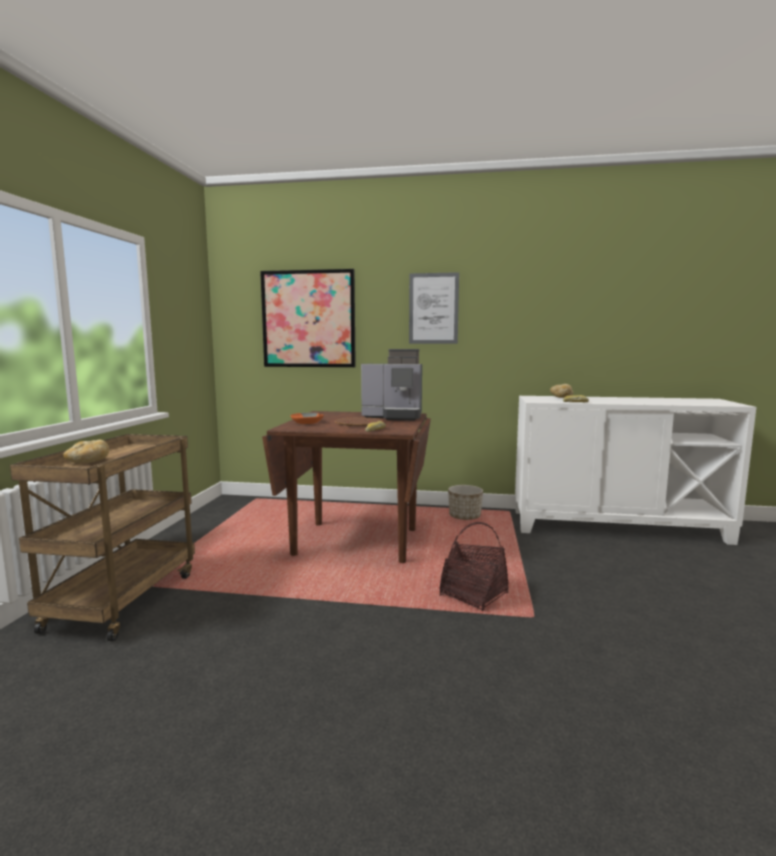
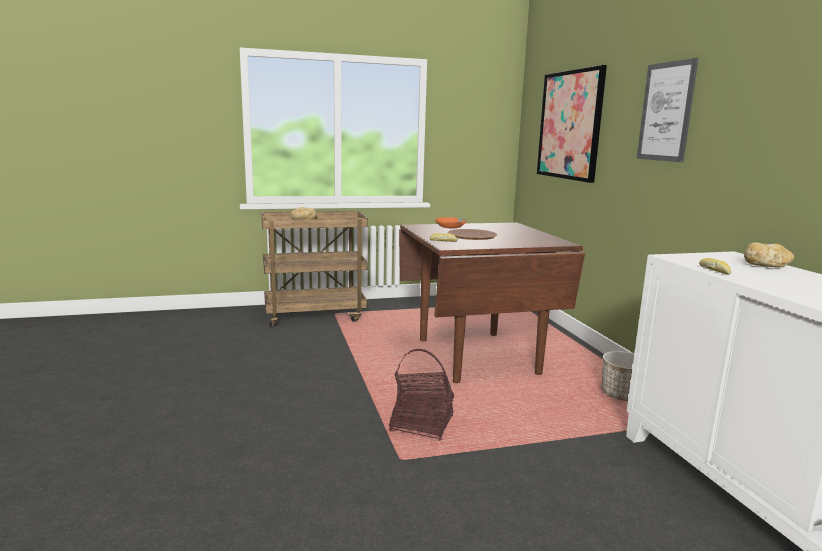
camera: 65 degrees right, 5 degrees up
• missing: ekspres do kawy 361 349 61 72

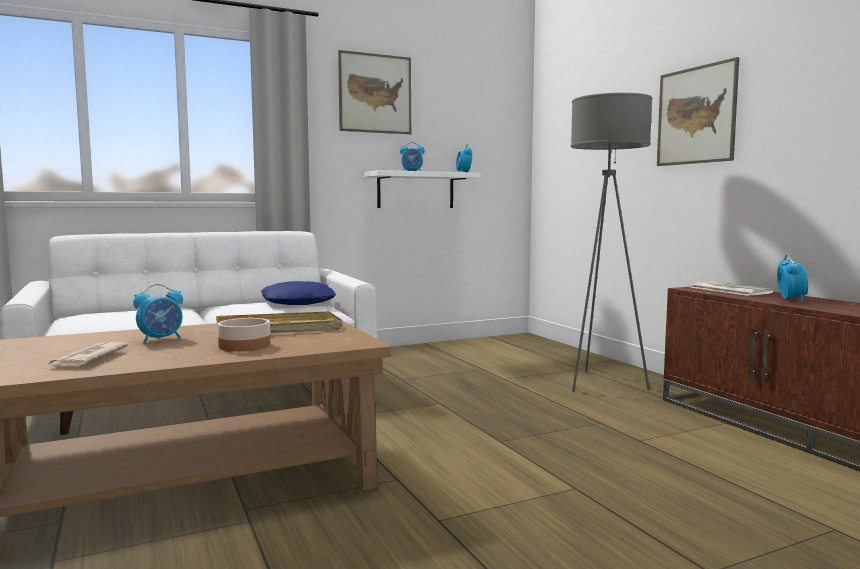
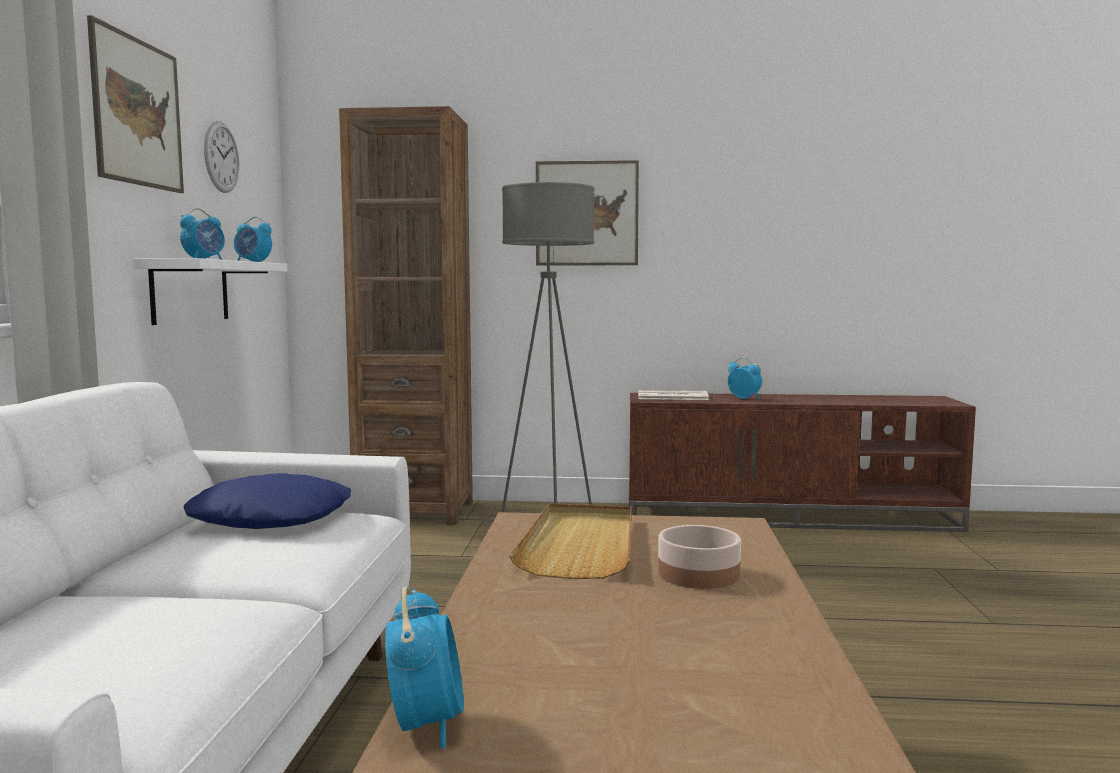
camera: 60 degrees left, 0 degrees up
• appeared: zegar ścienny 204 121 35 72
• appeared: regał/brązowy 339 106 134 419
• relocated: budzik 133 284 50 59 to 385 586 79 163
• missing: gazeta 46 342 82 27

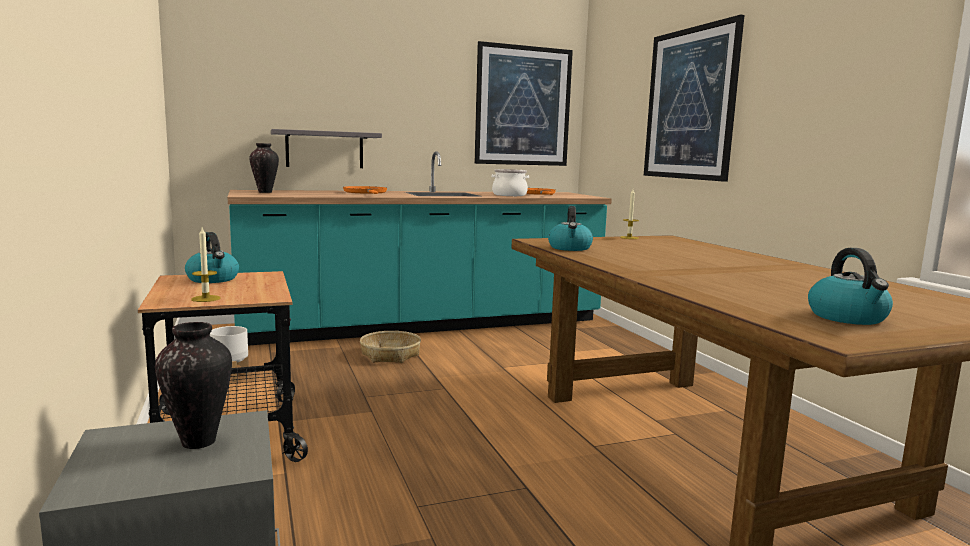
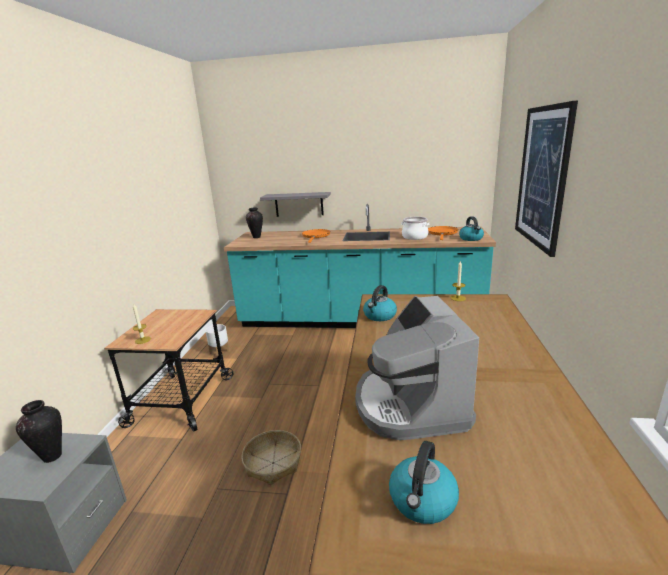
camera: 30 degrees right, 10 degrees up
• relocated: koszyk 360 331 61 32 to 241 430 60 55
• appeared: ekspres do kawy 355 296 124 144
• relocated: czajnik 185 232 54 51 to 459 216 25 25
• missing: obraz 475 41 98 125

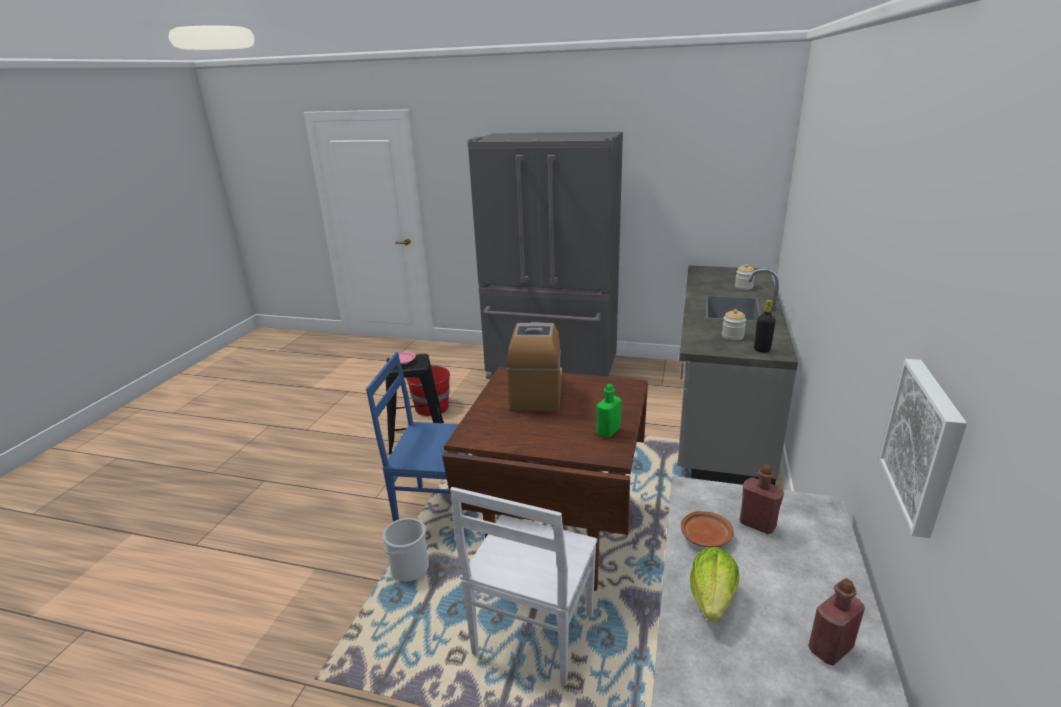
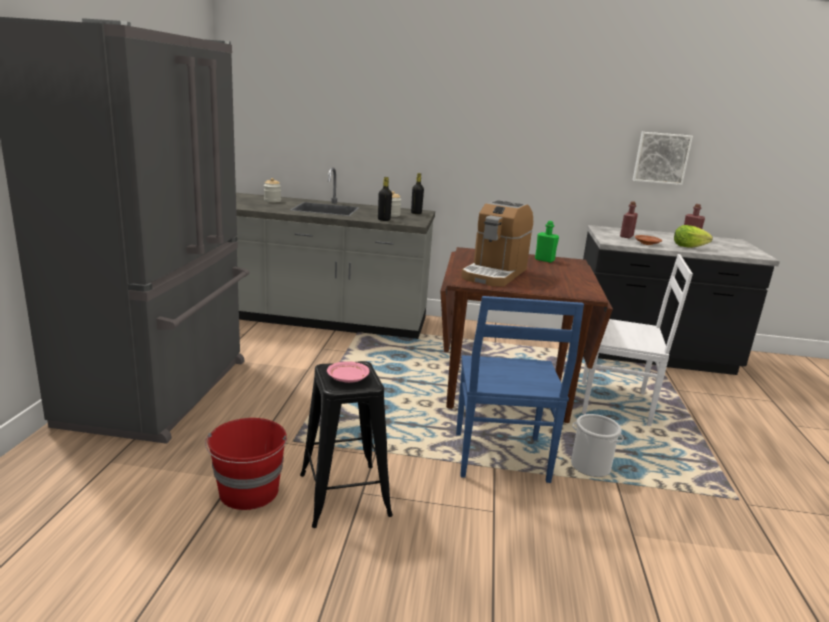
camera: 100 degrees left, 5 degrees down
• appeared: butelka/czarny 378 177 14 44
• spun: ekspres do kawy 507 322 55 89 = 461 200 72 86 60 degrees counterclockwise

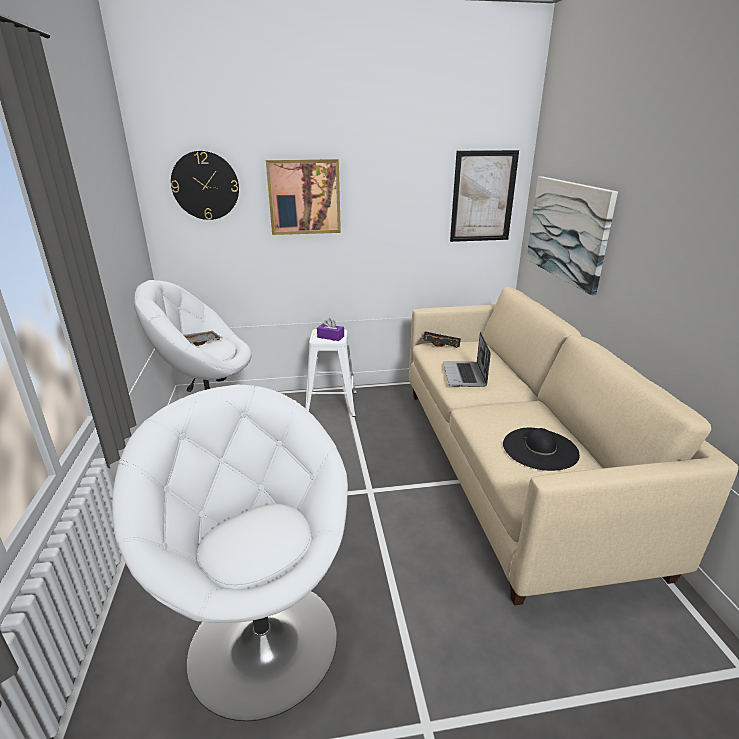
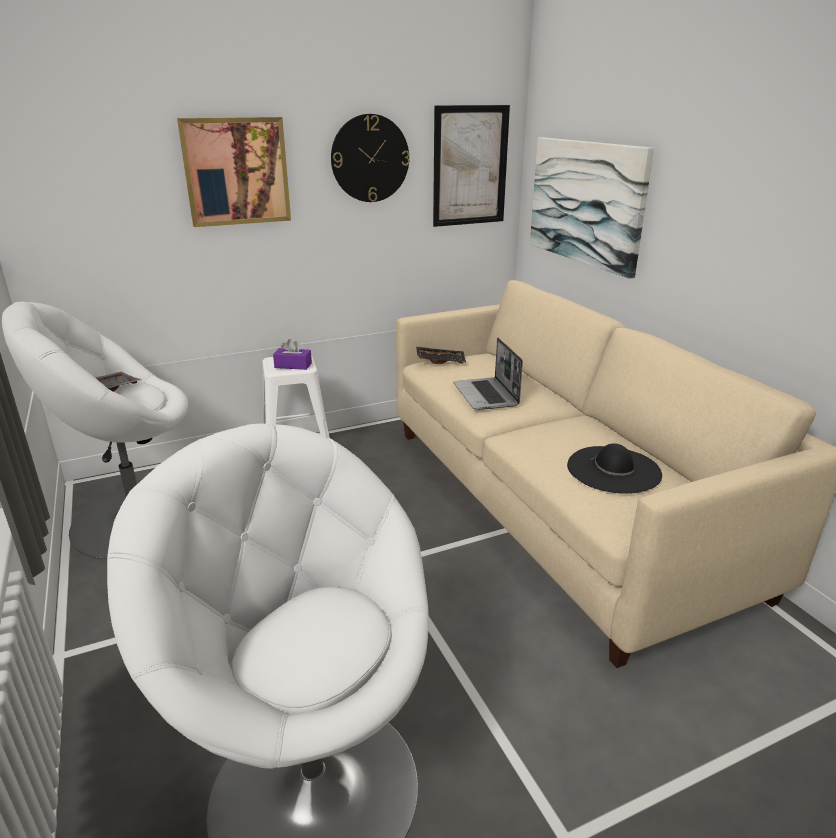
camera: 15 degrees left, 0 degrees up
• relocated: zegar ścienny 171 151 68 69 to 331 114 79 88

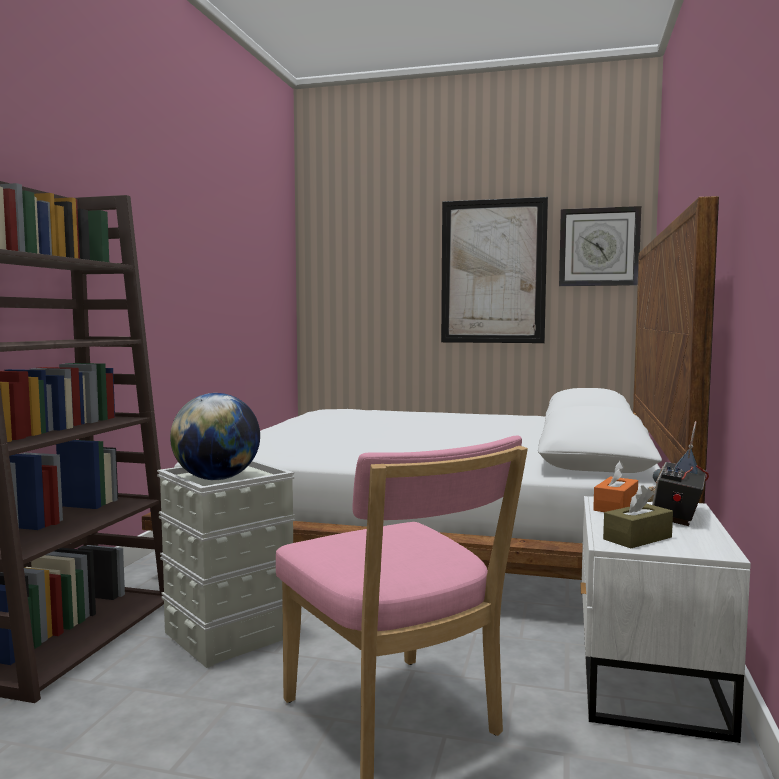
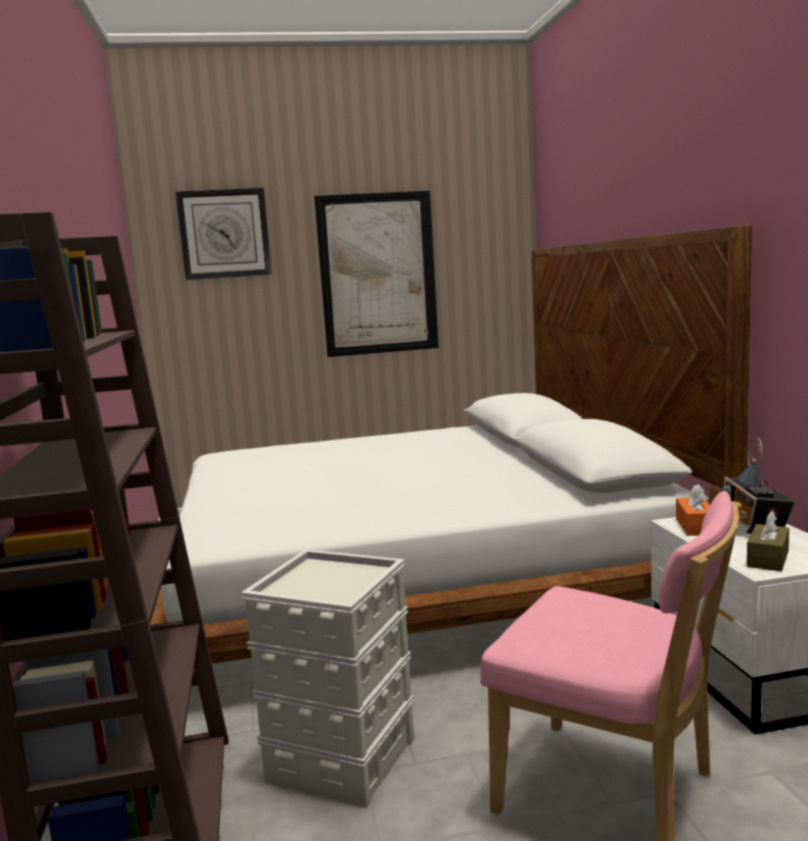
camera: 25 degrees left, 5 degrees up
• relocated: zegar ścienny 559 206 82 80 to 176 188 96 92
• missing: globus 170 393 90 87

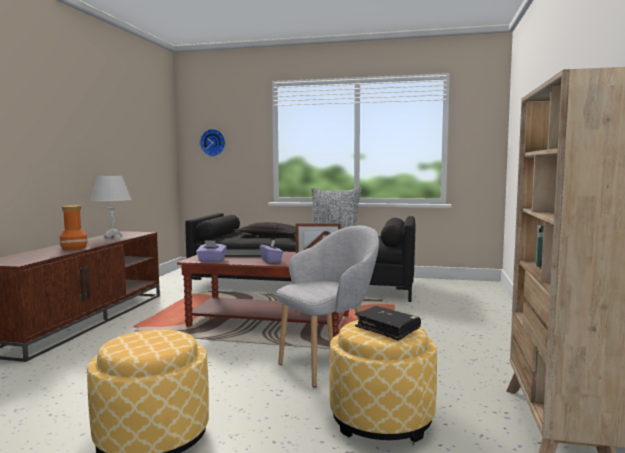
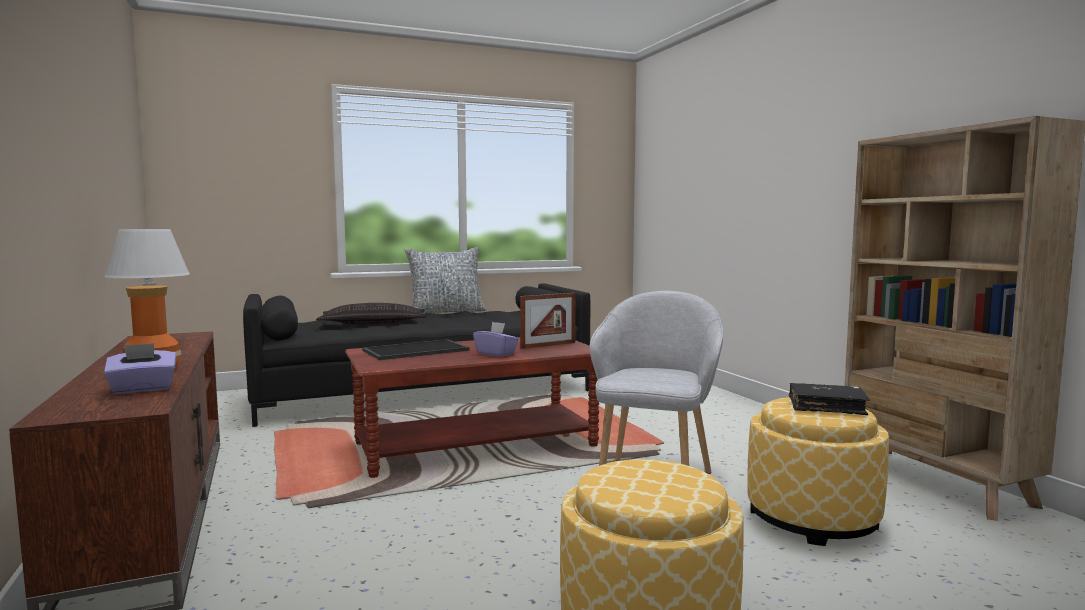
camera: 35 degrees left, 0 degrees up
• relocated: pudełko chusteczek/fioletowy 196 240 31 22 to 104 343 73 51
• missing: zegar ścienny 200 129 25 28

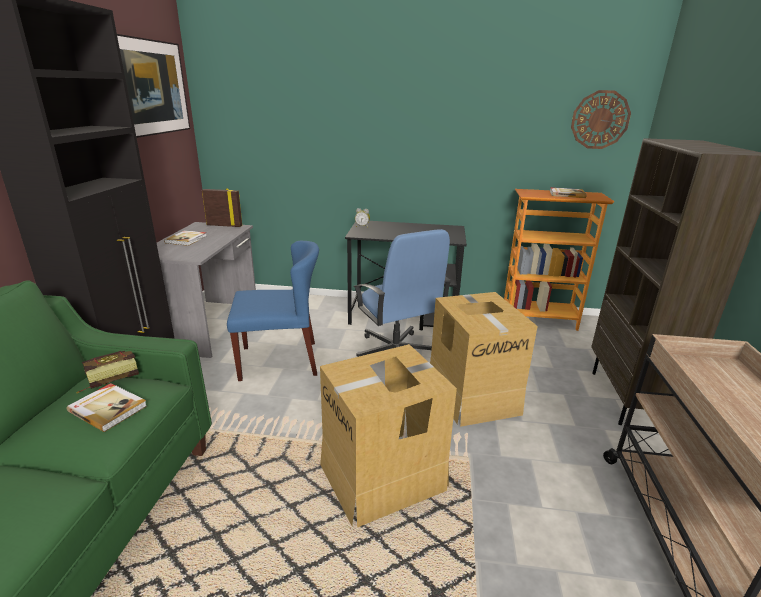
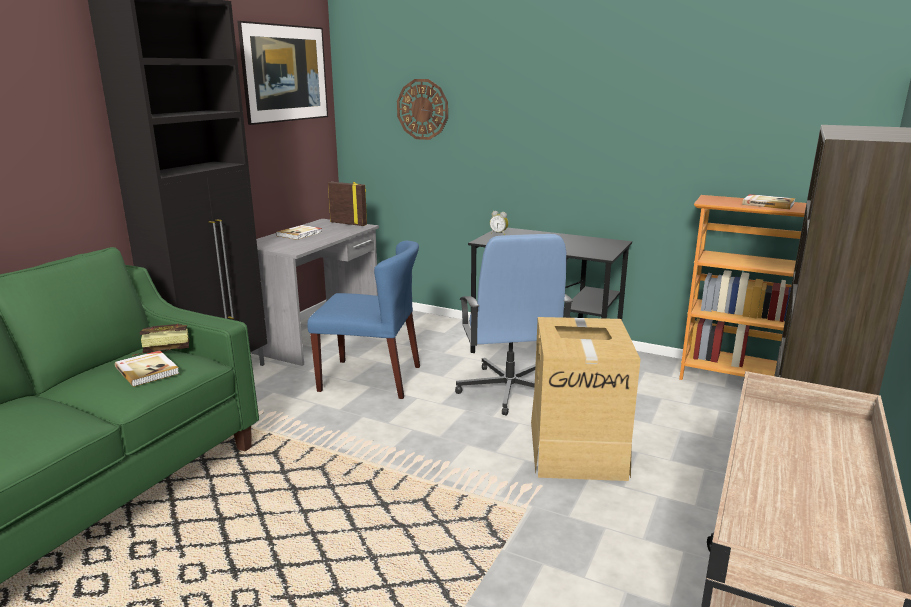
camera: 20 degrees right, 5 degrees down
• relocated: zegar ścienny 571 90 60 59 to 397 79 51 61
• missing: karton 320 344 137 184

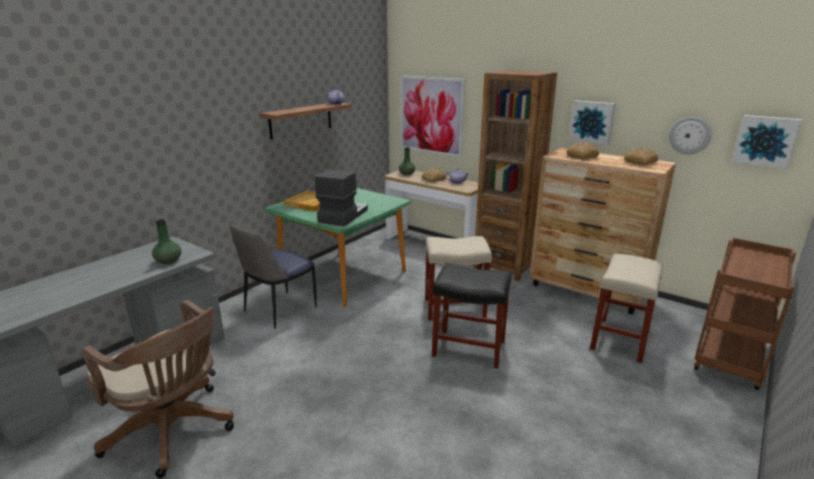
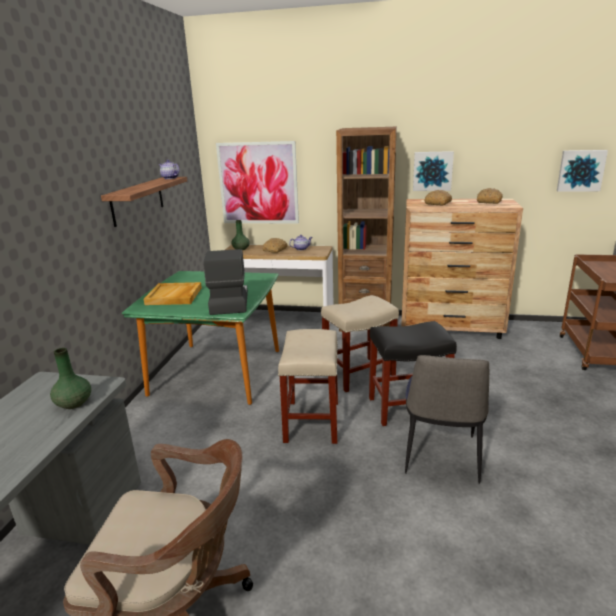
camera: 25 degrees left, 0 degrees up
• relocated: stołek/beżowy 590 254 73 109 to 278 329 60 115
• relocated: krzesło 230 223 87 106 to 405 355 84 129
• missing: zegar ścienny 669 117 43 37

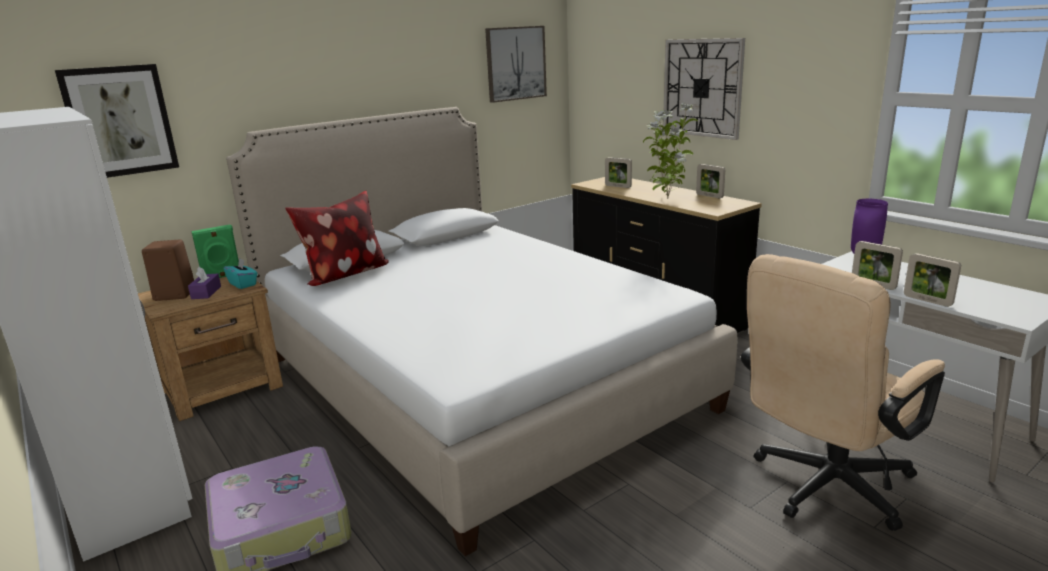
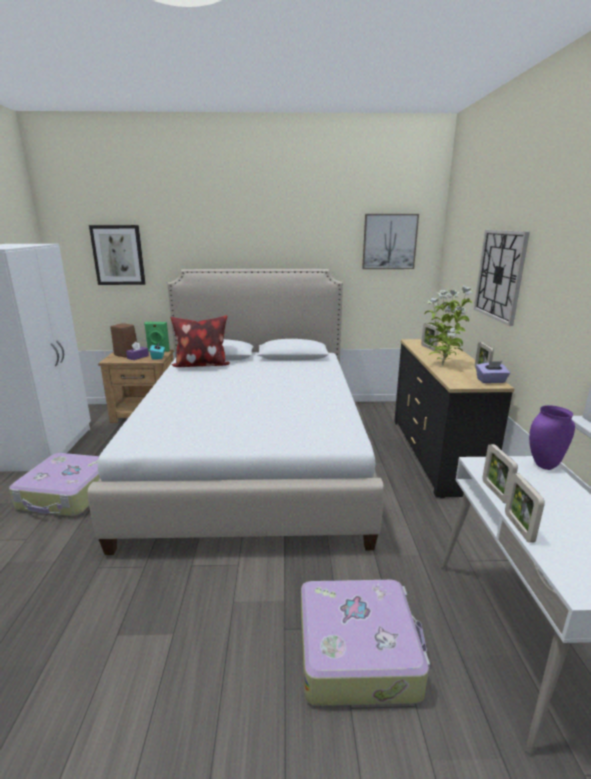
camera: 35 degrees right, 0 degrees up
• exchanged: krzesło biurowe/beżowy 741 254 204 277 to walizka 301 580 129 126
• appeared: pudełko chusteczek/fioletowy 476 361 34 22

